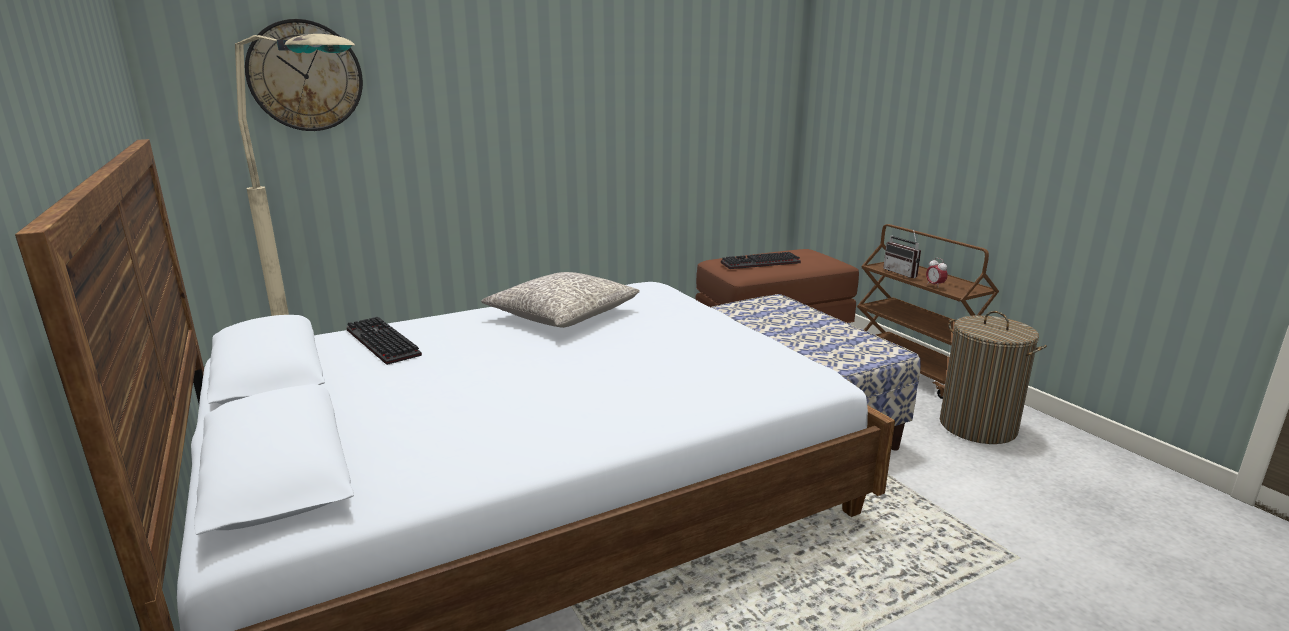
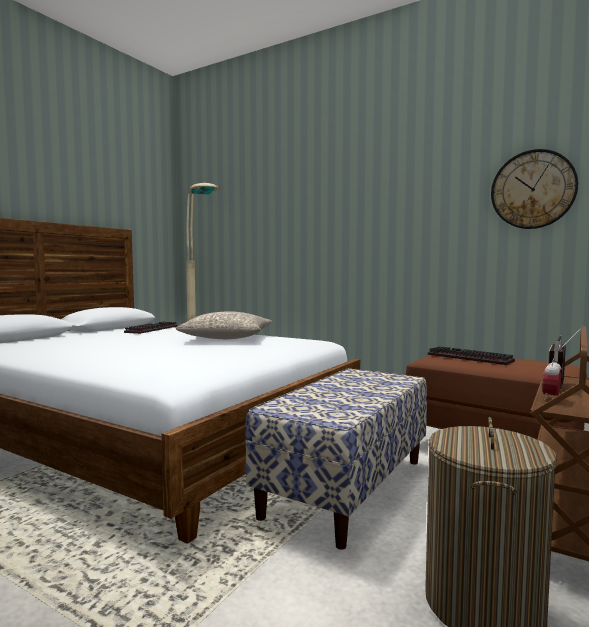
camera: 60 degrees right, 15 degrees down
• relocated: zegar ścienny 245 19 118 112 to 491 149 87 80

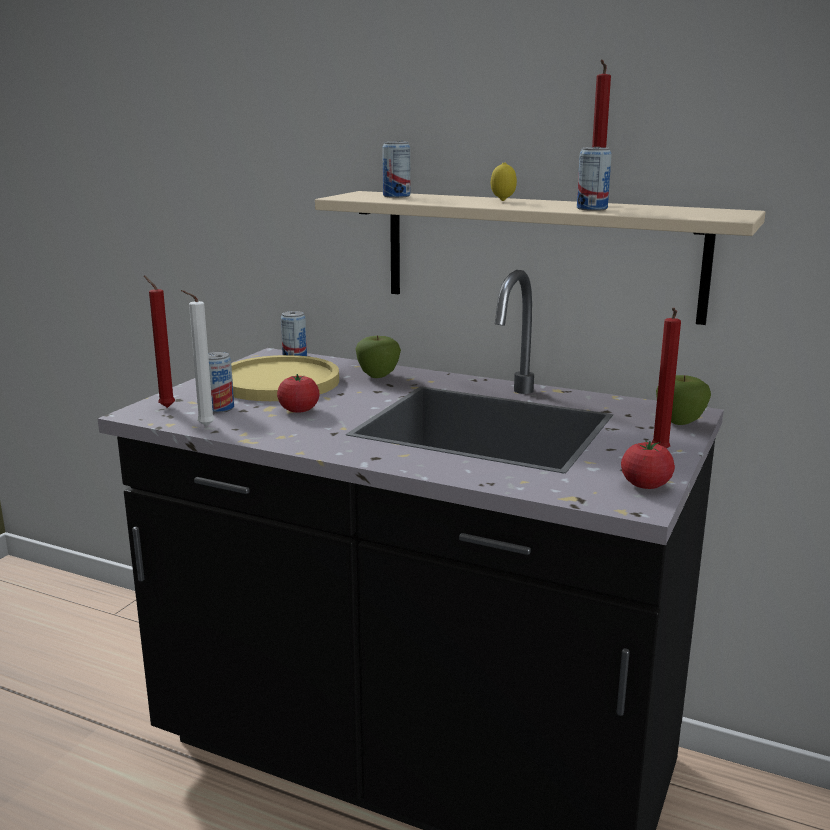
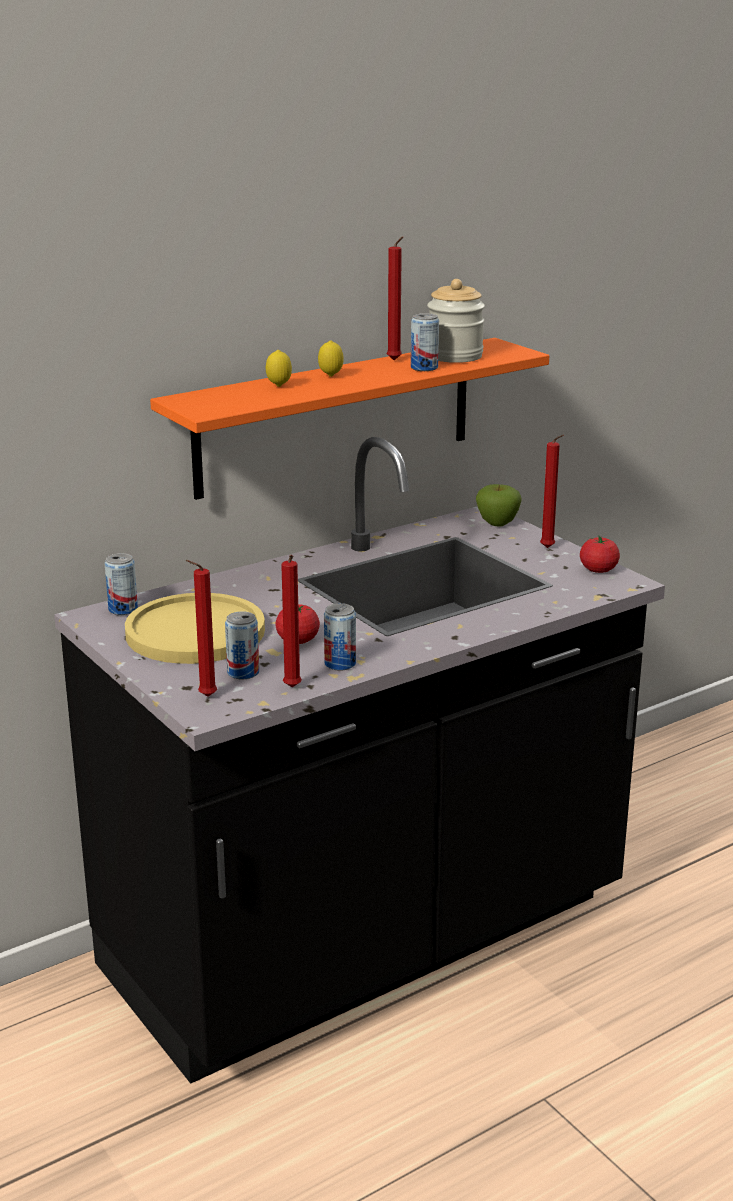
camera: 60 degrees left, 5 degrees up
• colour: półka/beżowy 315 191 451 134 to półka/pomarańczowy 150 338 399 162
• appeared: cytryna 266 350 26 37
• colour: świeca/biały 181 290 34 137 to świeca/czerwony 281 554 21 134
• relocated: puszka 382 141 28 57 to 324 603 32 67
• appeared: słoik 427 279 58 84
• missing: jabłko 356 335 45 43

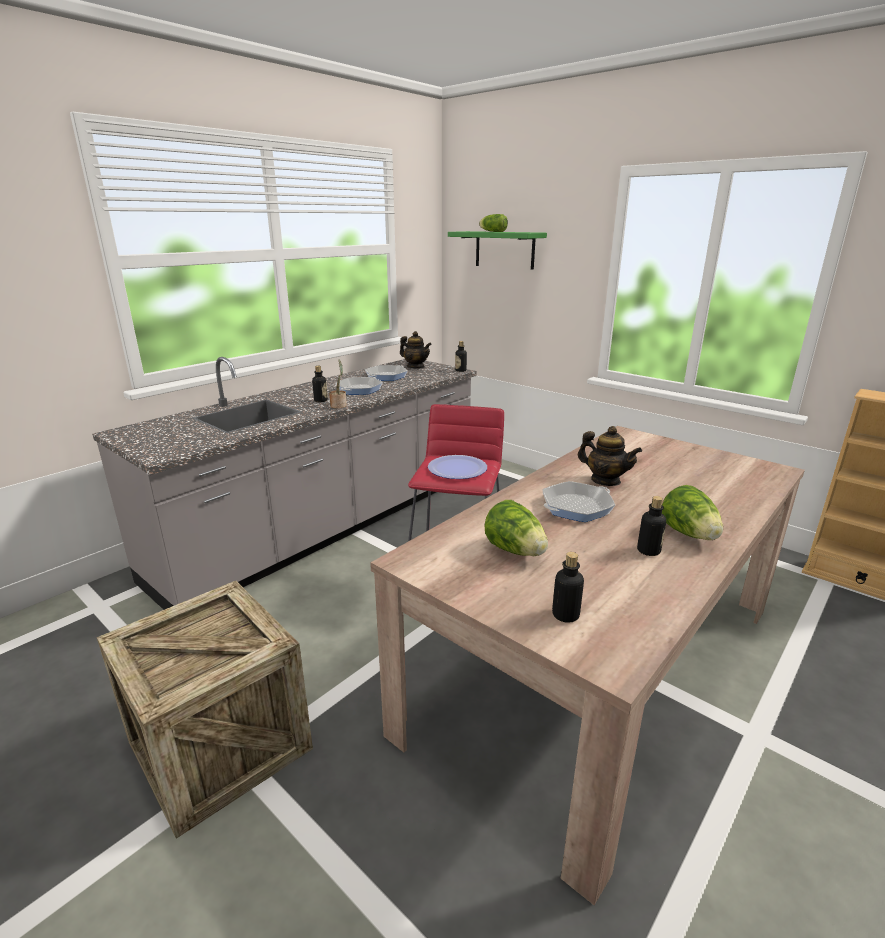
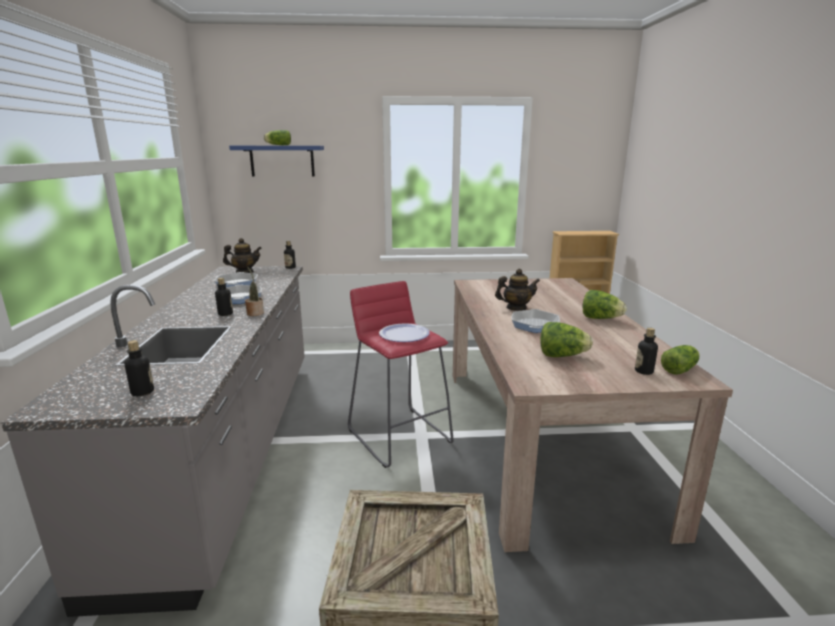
camera: 45 degrees left, 5 degrees down
• relocated: butelka 637 496 29 60 to 124 340 30 56
• colour: półka/zielony 448 231 99 39 to półka/niebieski 229 146 95 31
• appeared: sałata 661 345 38 30

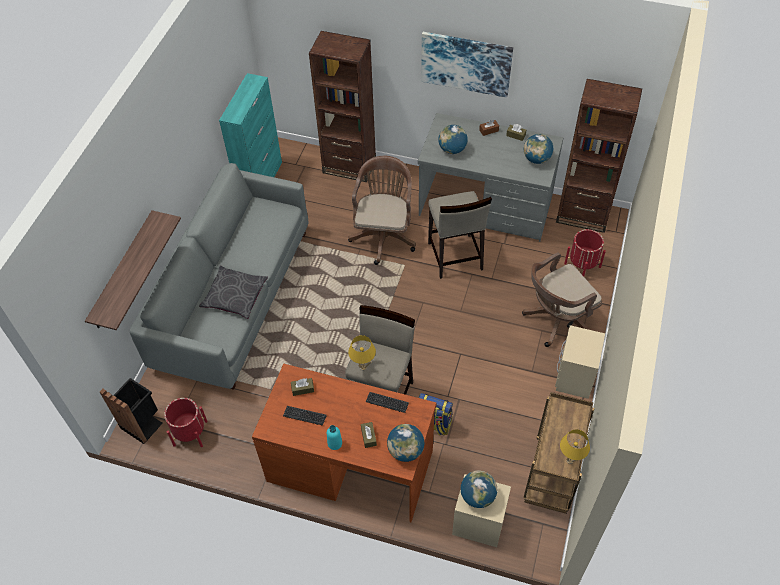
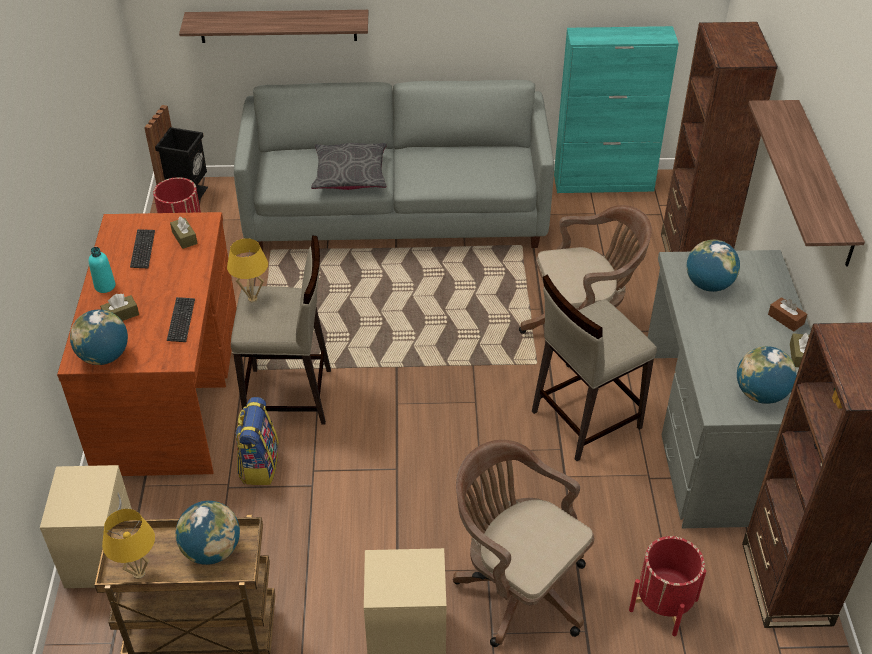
camera: 70 degrees right, 10 degrees down
• relocated: globus 461 470 36 38 to 176 501 64 64
• exchanged: obraz 421 32 92 66 to półka 748 100 117 167

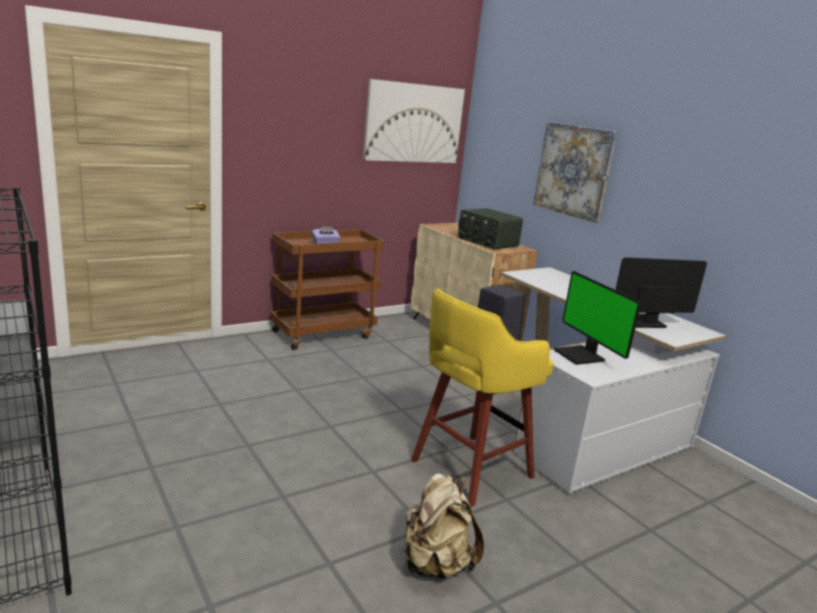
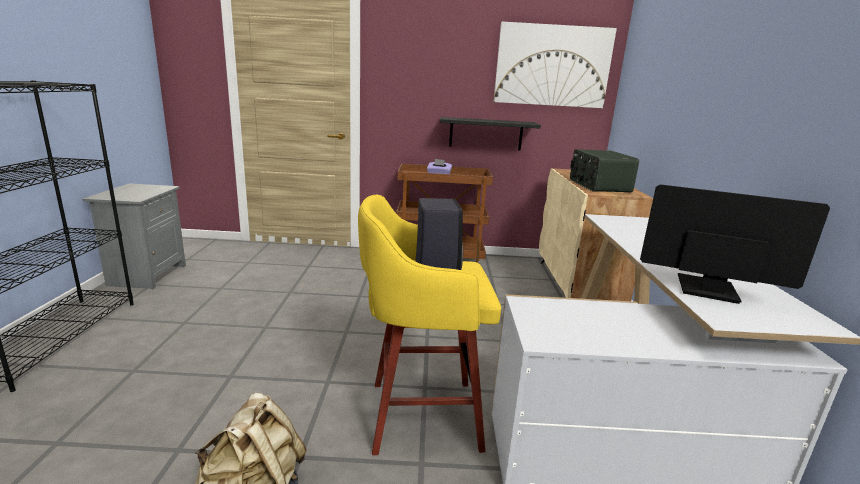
camera: 35 degrees right, 0 degrees up
• appeared: półka/czarny 440 117 101 34
• missing: obraz 533 122 84 101
• missing: monitor 554 271 87 94

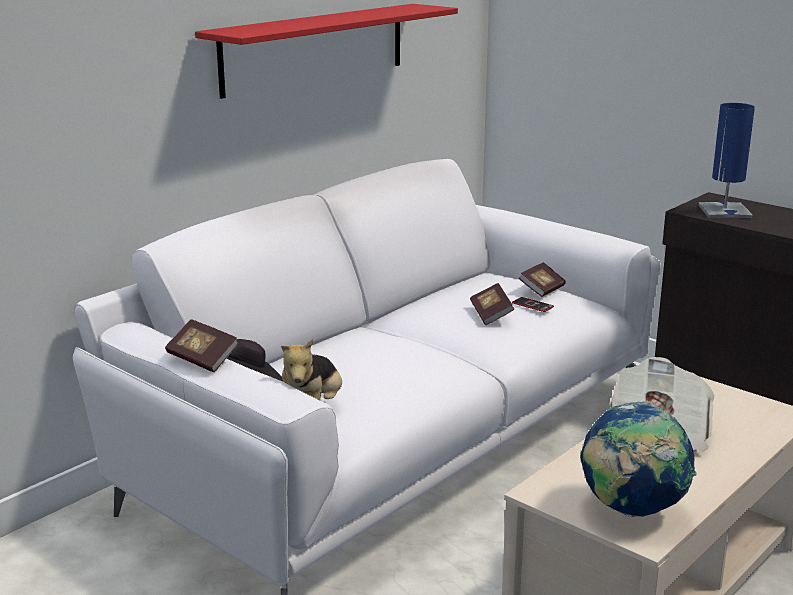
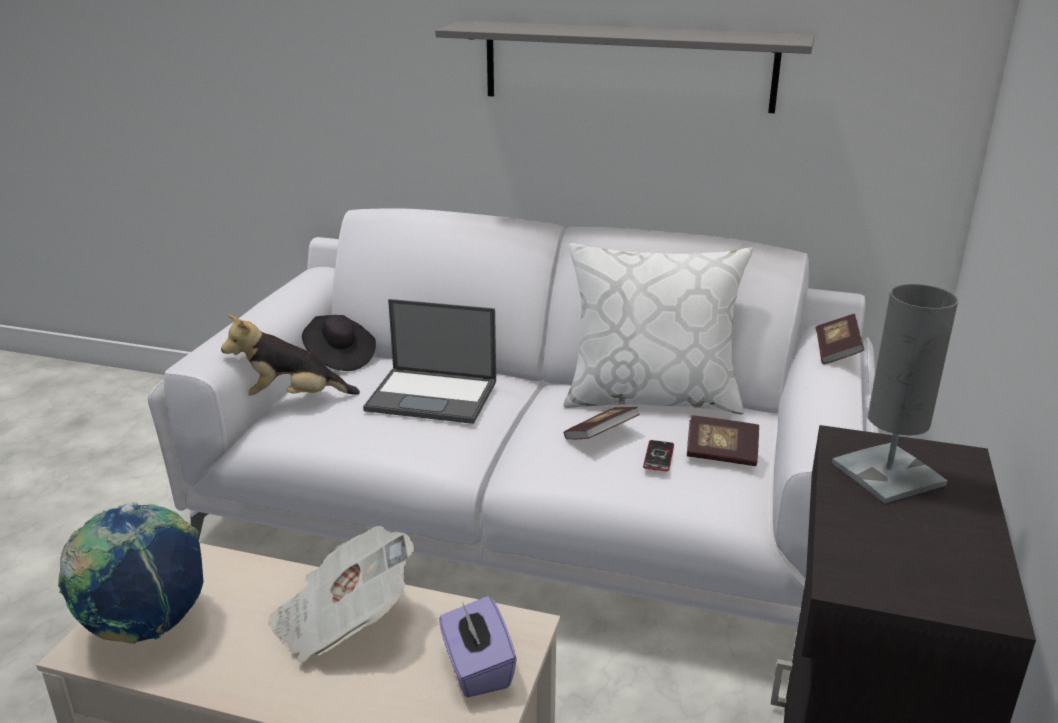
camera: 65 degrees right, 5 degrees up
• appeared: laptop 363 299 133 125
• colour: półka/czerwony 195 4 263 95 to półka/szary 435 20 380 93
• appeared: pudełko chusteczek/fioletowy 439 596 78 102
• appeared: poduszka/biały 564 243 189 171
• relocated: książka 165 319 74 53 to 815 314 49 50
• colour: lampa stołowa/niebieski 699 103 56 115 to lampa stołowa/szary 832 284 126 219

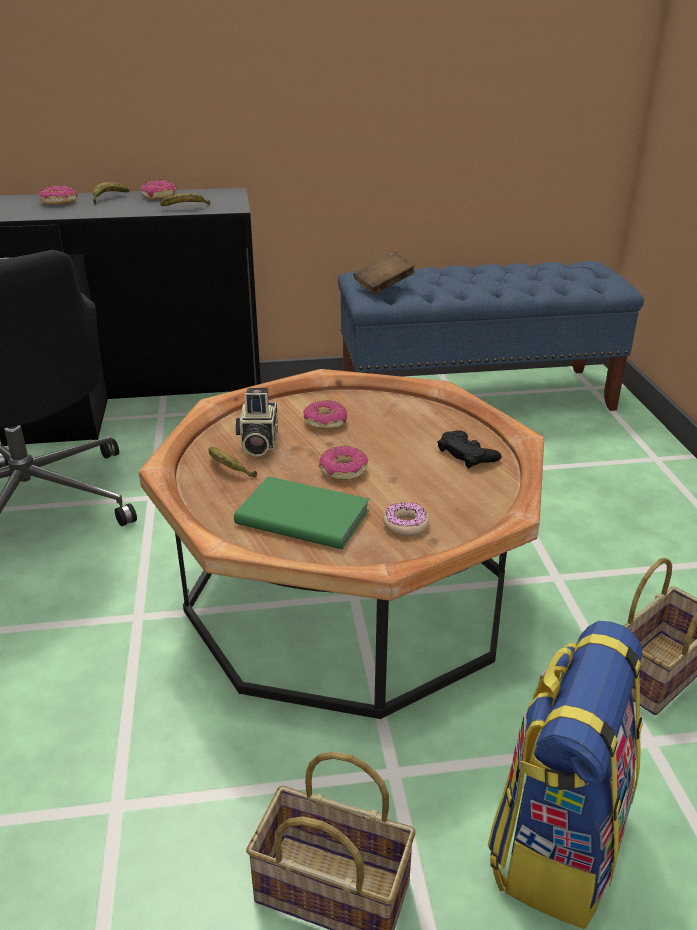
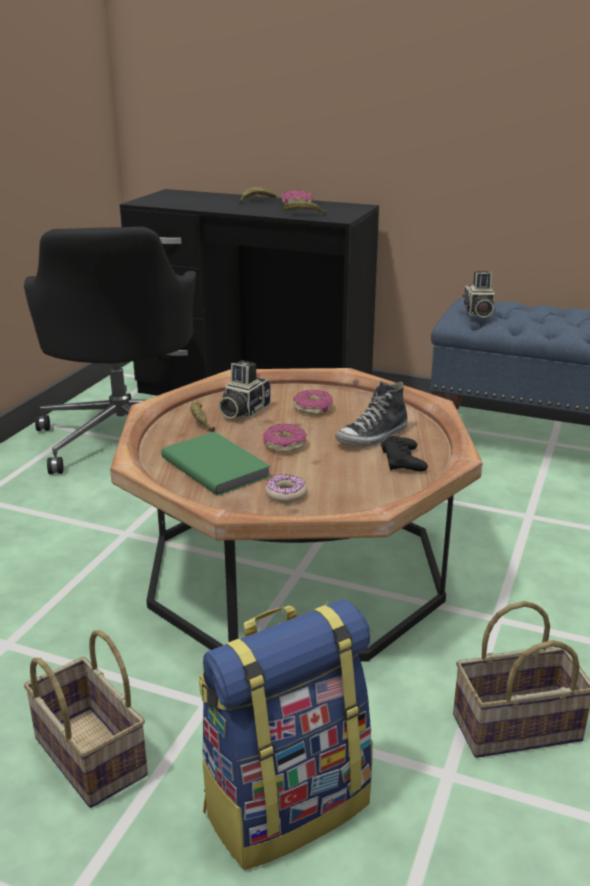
camera: 30 degrees right, 5 degrees down
• appeared: but 335 381 73 65
• exchanged: książka/brązowy 354 251 61 43 to aparat fotograficzny 462 271 33 47
• missing: donut 39 186 38 19

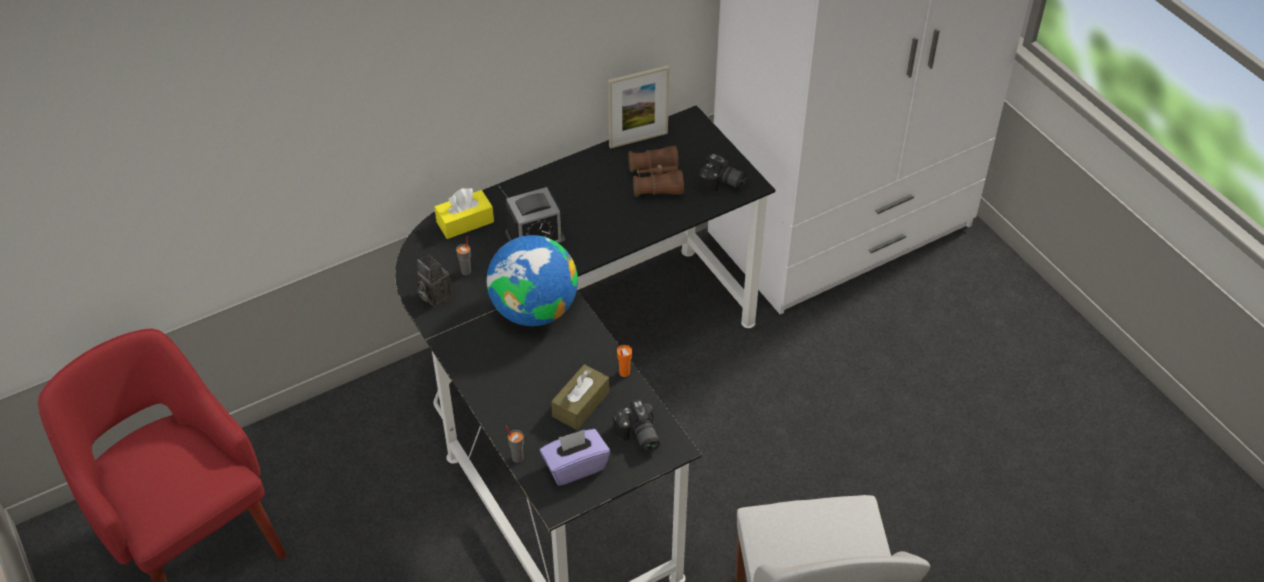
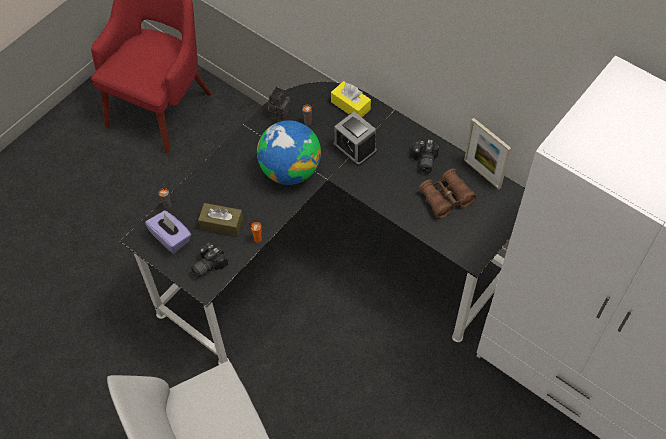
camera: 70 degrees right, 10 degrees up
• relocated: aparat fotograficzny 698 154 49 38 to 412 139 28 35

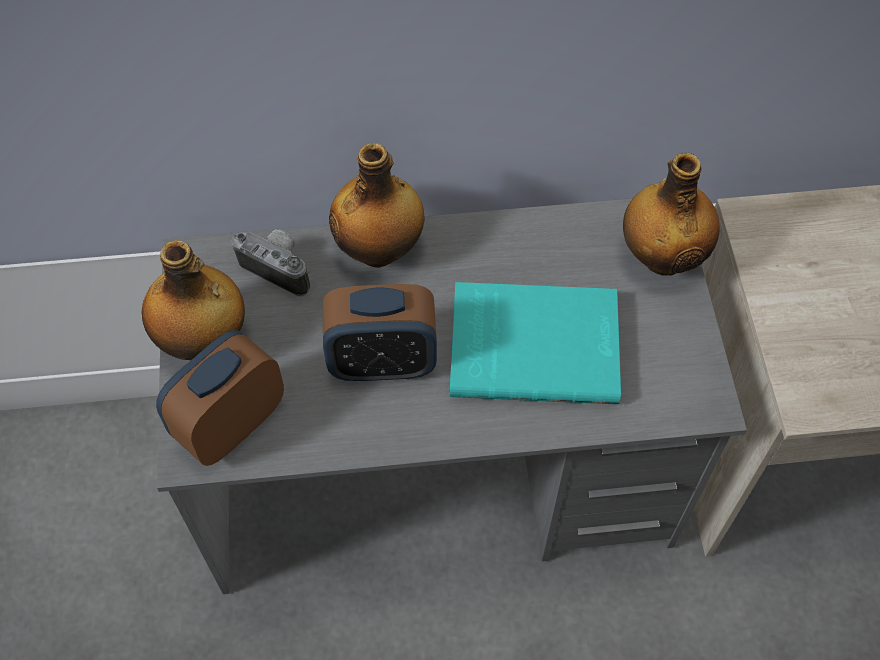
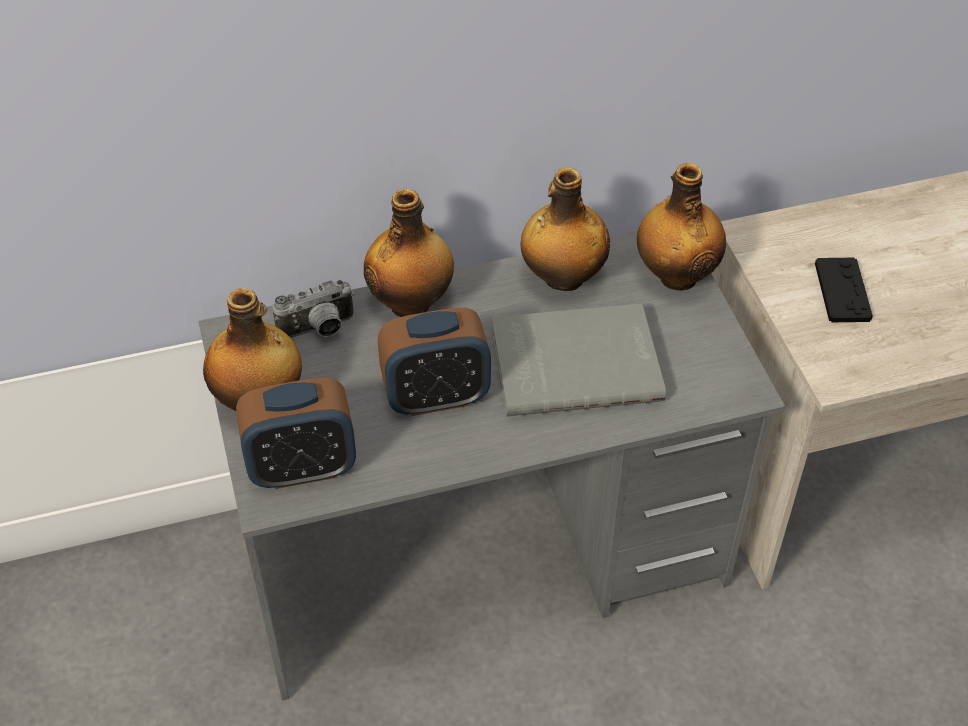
camera: 10 degrees left, 10 degrees down
• spun: budzik 156 330 128 136 = 236 378 120 111 135 degrees counterclockwise
• spun: aparat fotograficzny 232 229 79 67 = 273 280 81 58 135 degrees clockwise
• colour: książka/turkusowy 450 282 171 123 to książka/szary 491 303 175 113
• appeared: butelka 521 168 89 123
• appeared: pad do gier/czarny 815 258 58 64

